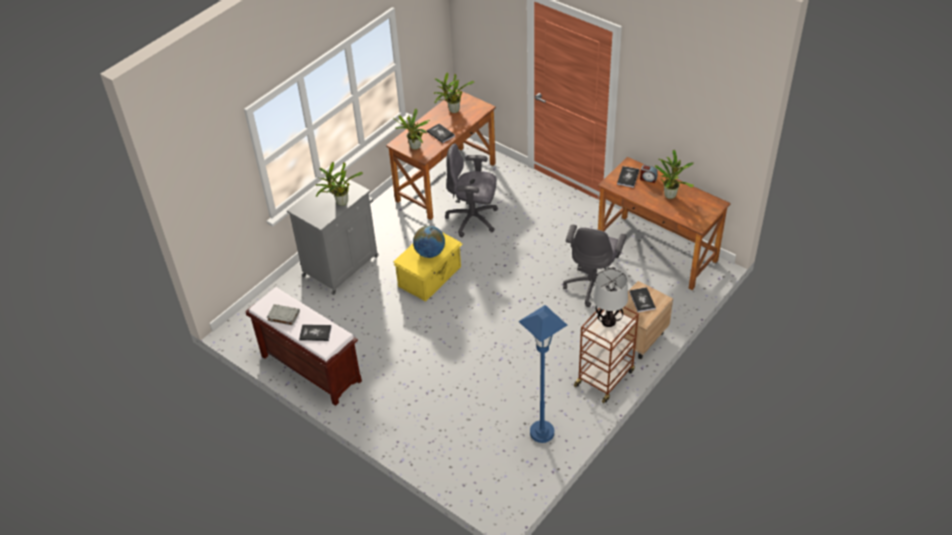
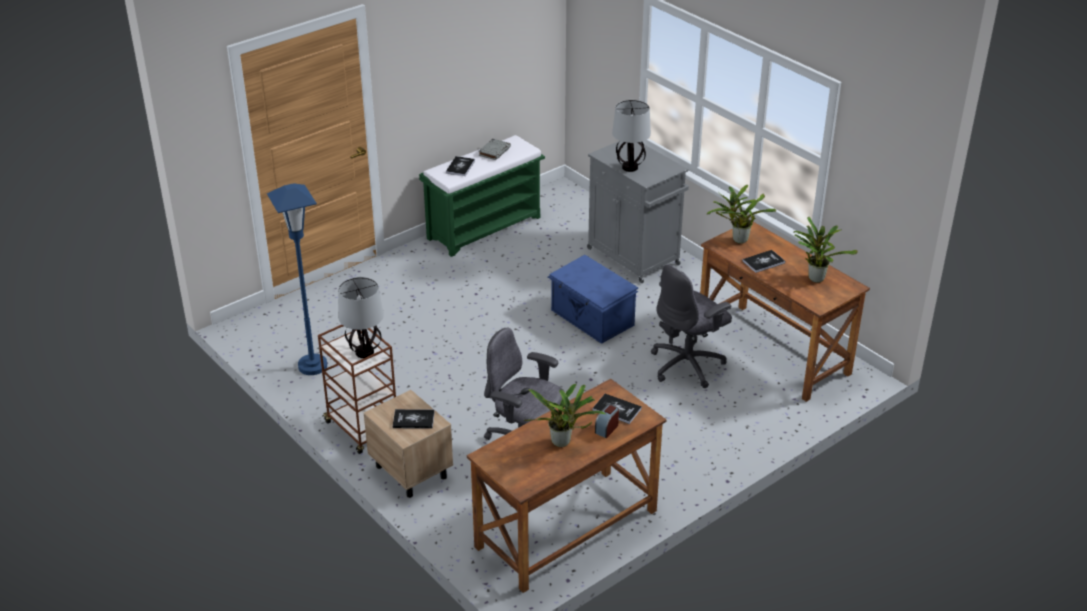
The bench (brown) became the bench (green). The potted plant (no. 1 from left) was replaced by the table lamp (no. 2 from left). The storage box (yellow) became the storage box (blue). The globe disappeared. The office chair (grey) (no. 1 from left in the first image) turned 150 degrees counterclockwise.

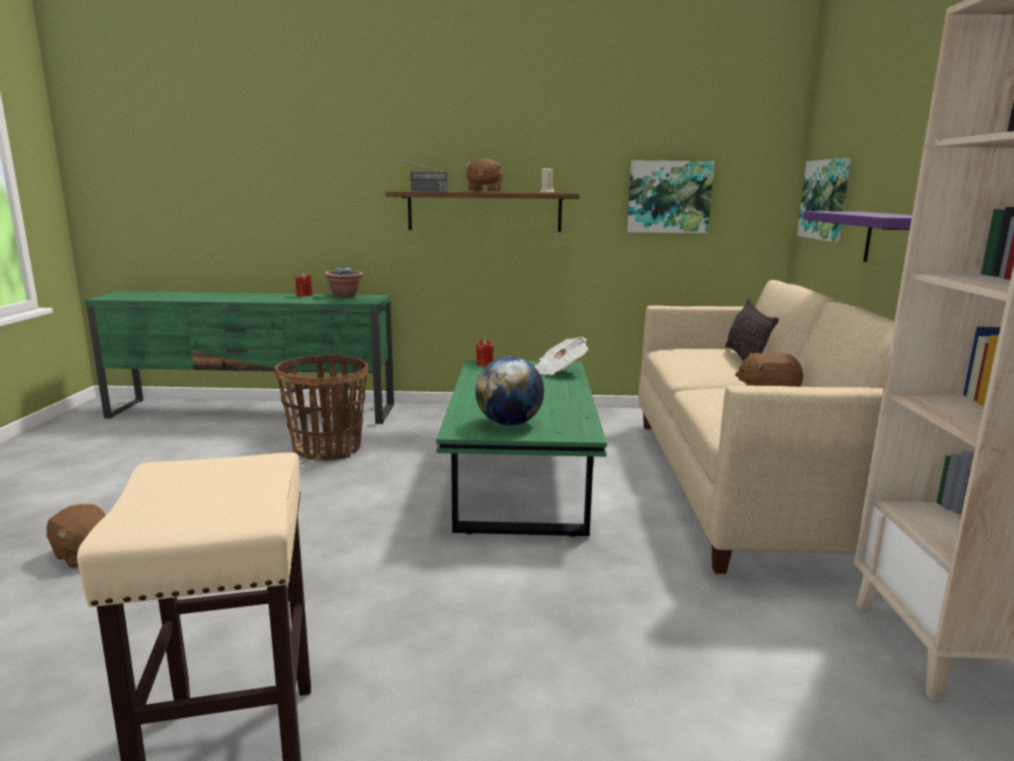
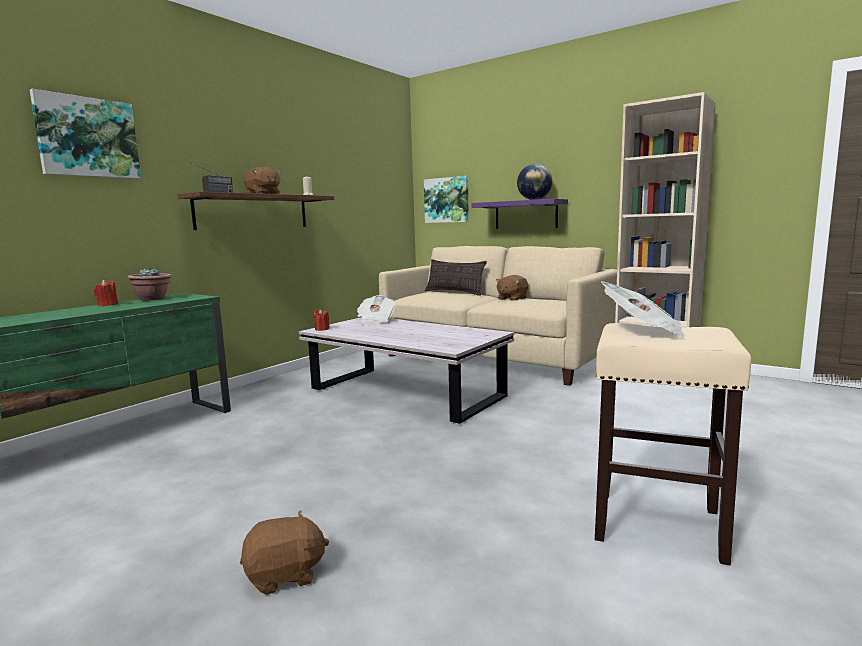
The basket disappeared. The coffee table (green) became the coffee table (white). The globe moved. The picture (no. 1 from left) moved. The newspaper (no. 2 from left) appeared.

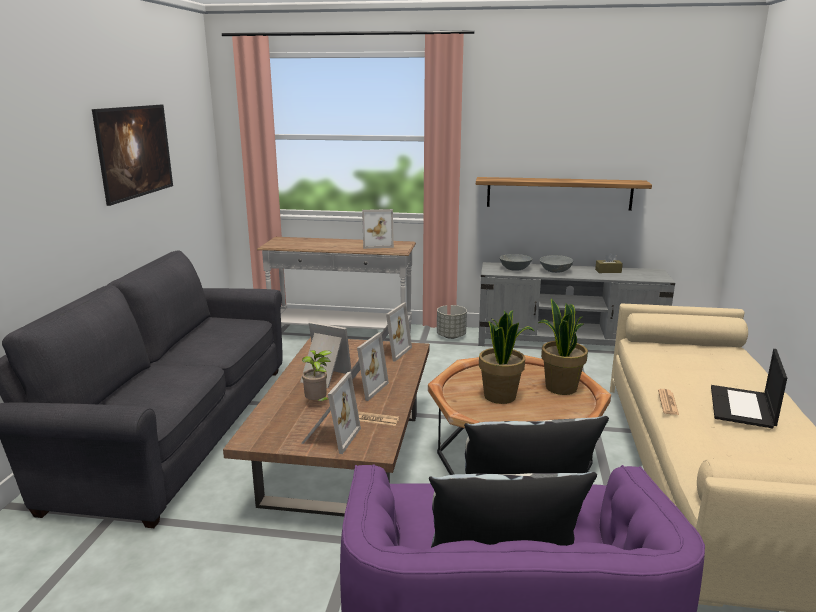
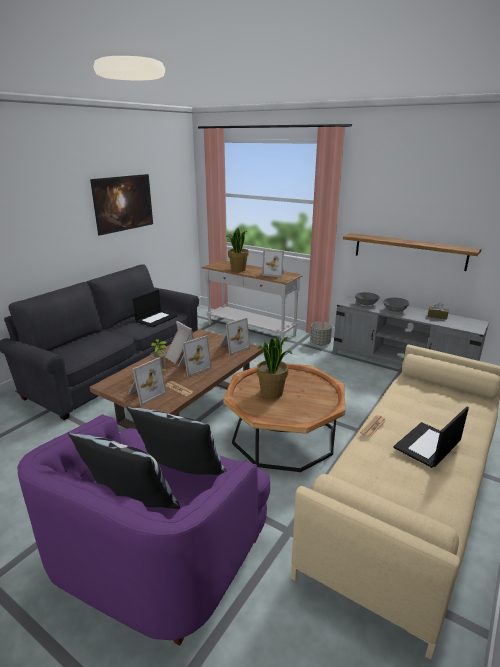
The potted plant (no. 3 from left in the first image) moved. The laptop (no. 1 from left) appeared.

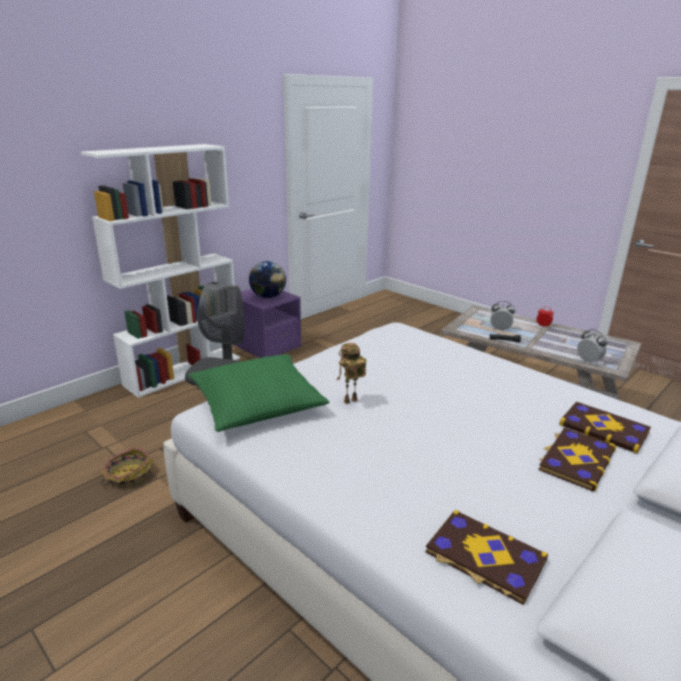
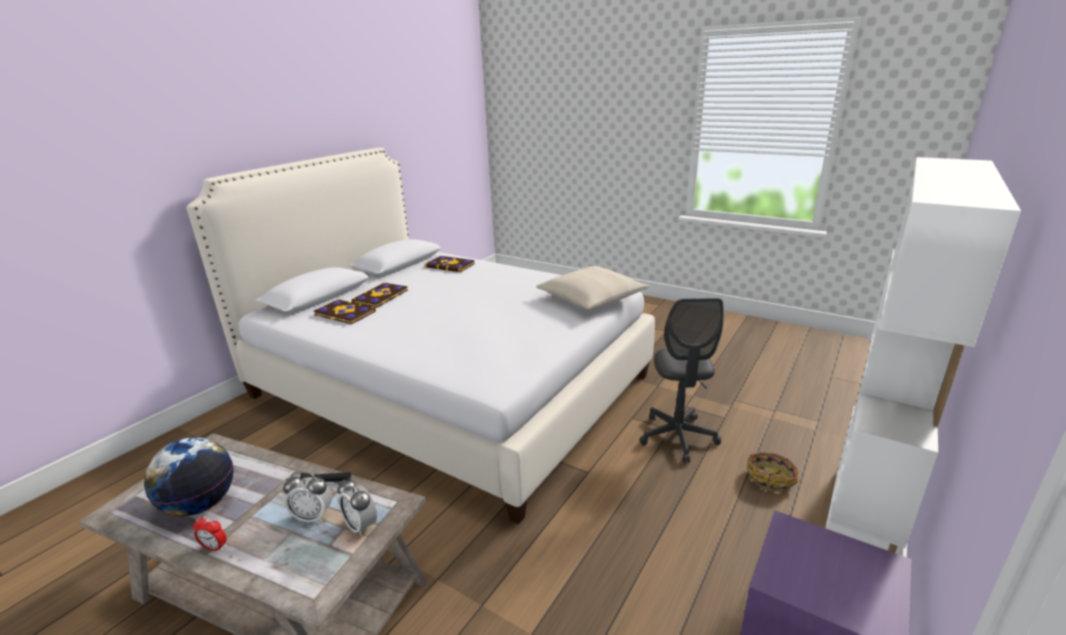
The basket moved. The pillow (green) became the pillow (beige). The globe moved. The toy robot disappeared. The alarm clock (no. 3 from left) moved.

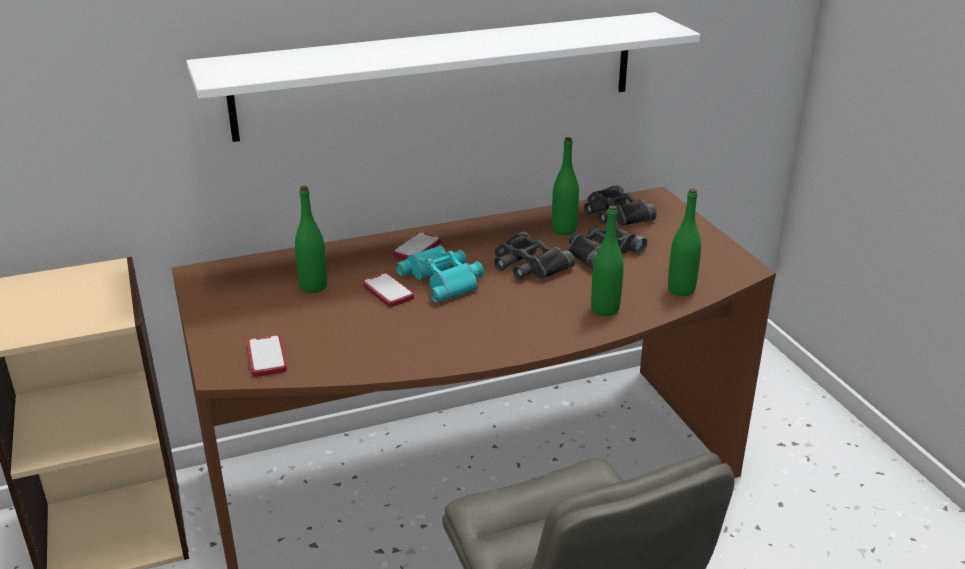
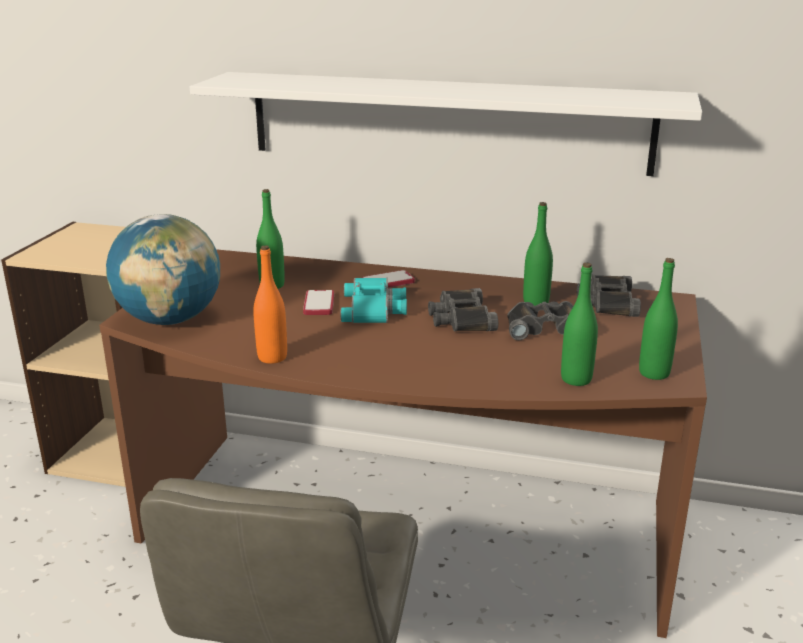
The phone (no. 1 from left) was replaced by the globe. The bottle (green) (no. 3 from left in the first image) moved. The bottle (orange) appeared.

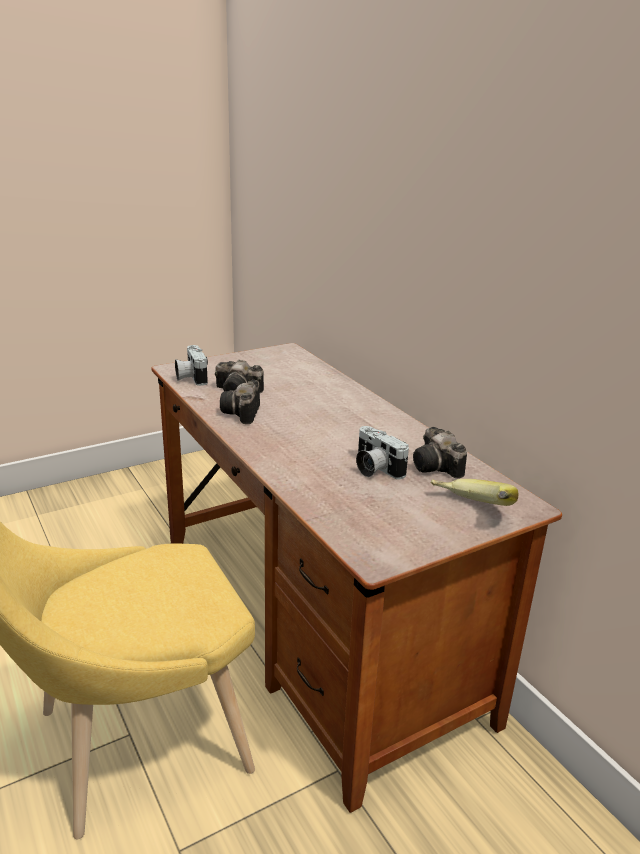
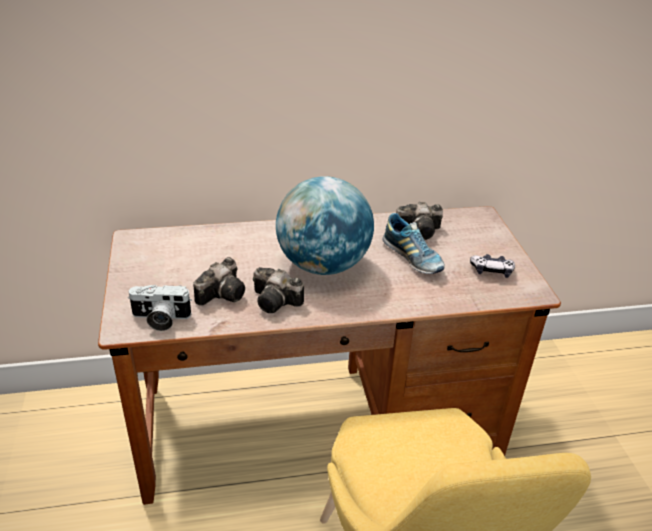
The photo camera (no. 4 from left) was replaced by the shoe. The banana disappeared. The globe appeared. The game controller appeared.

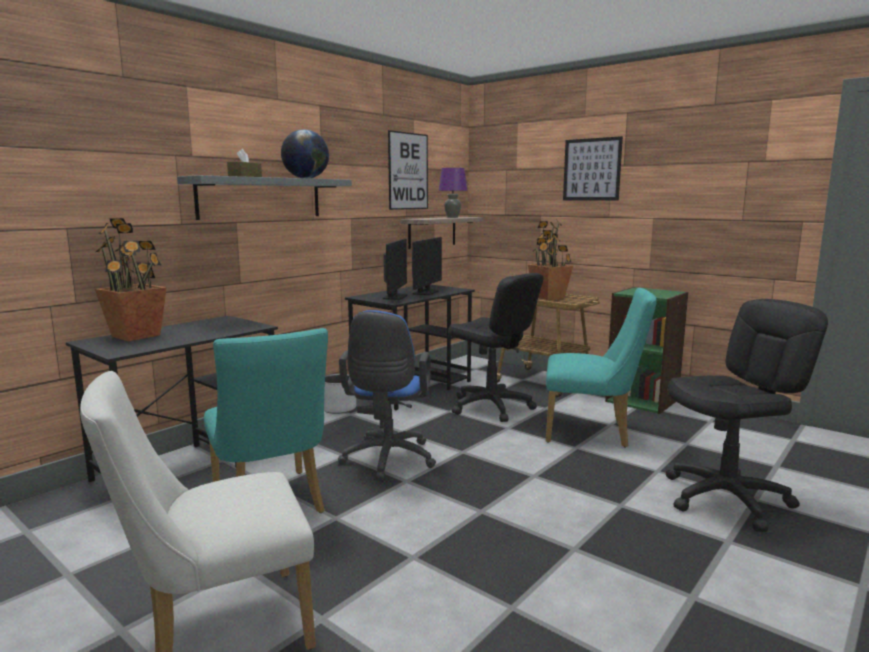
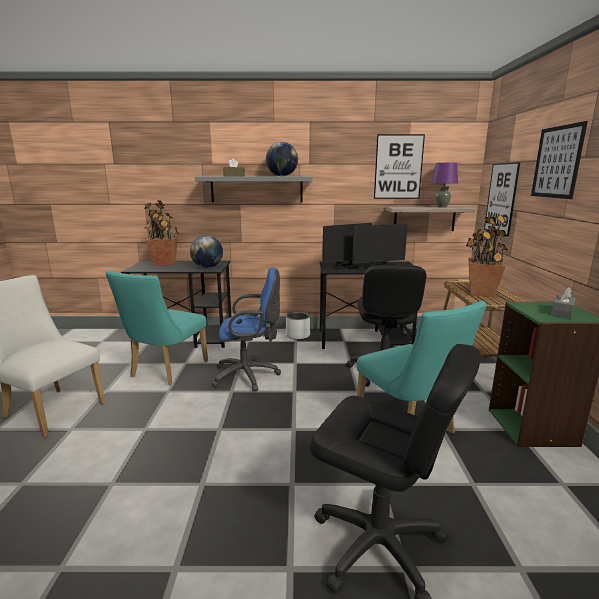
The office chair (blue) turned 150 degrees counterclockwise. The globe (no. 1 from left) appeared. The picture (no. 2 from left) appeared. The tissue box (grey) appeared.

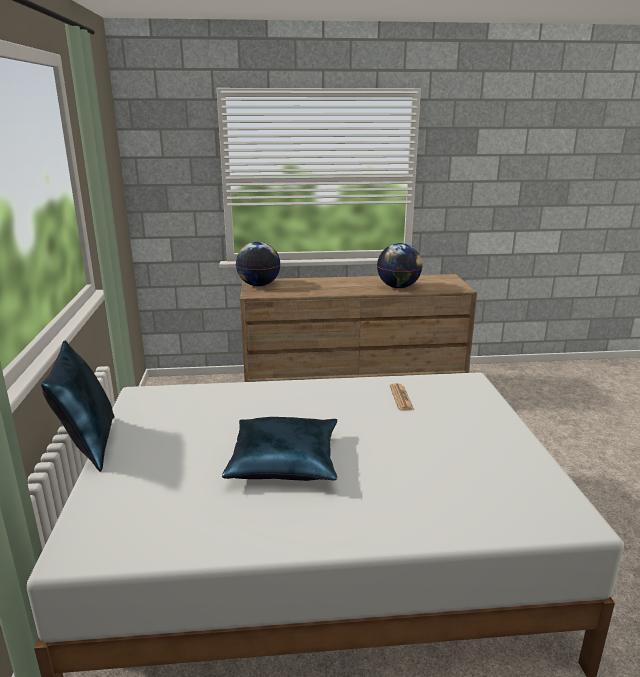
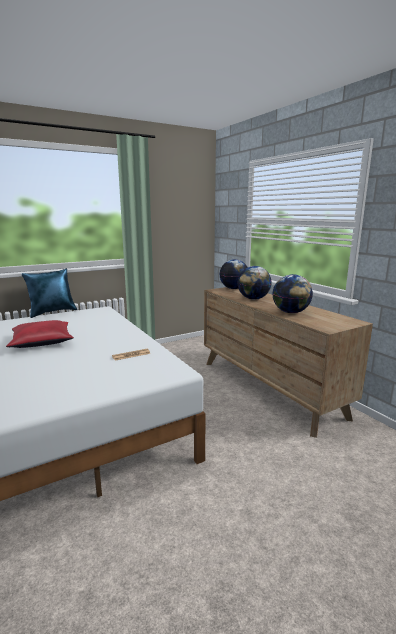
The pillow (blue) (no. 2 from left) became the pillow (red). The globe (no. 2 from left) appeared.

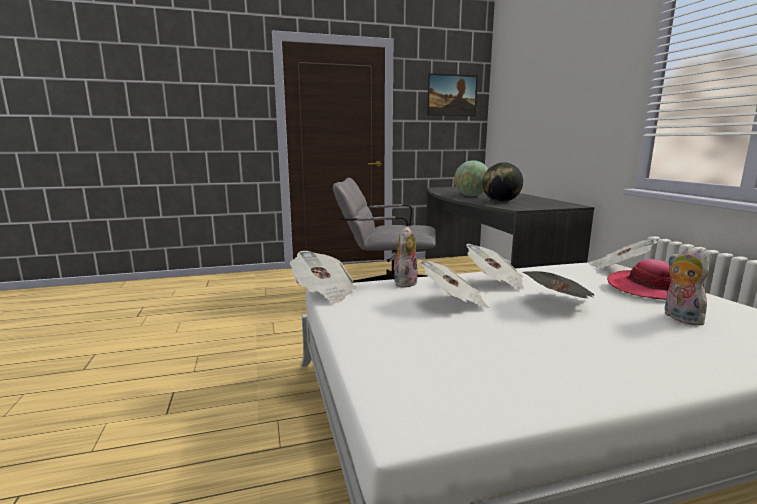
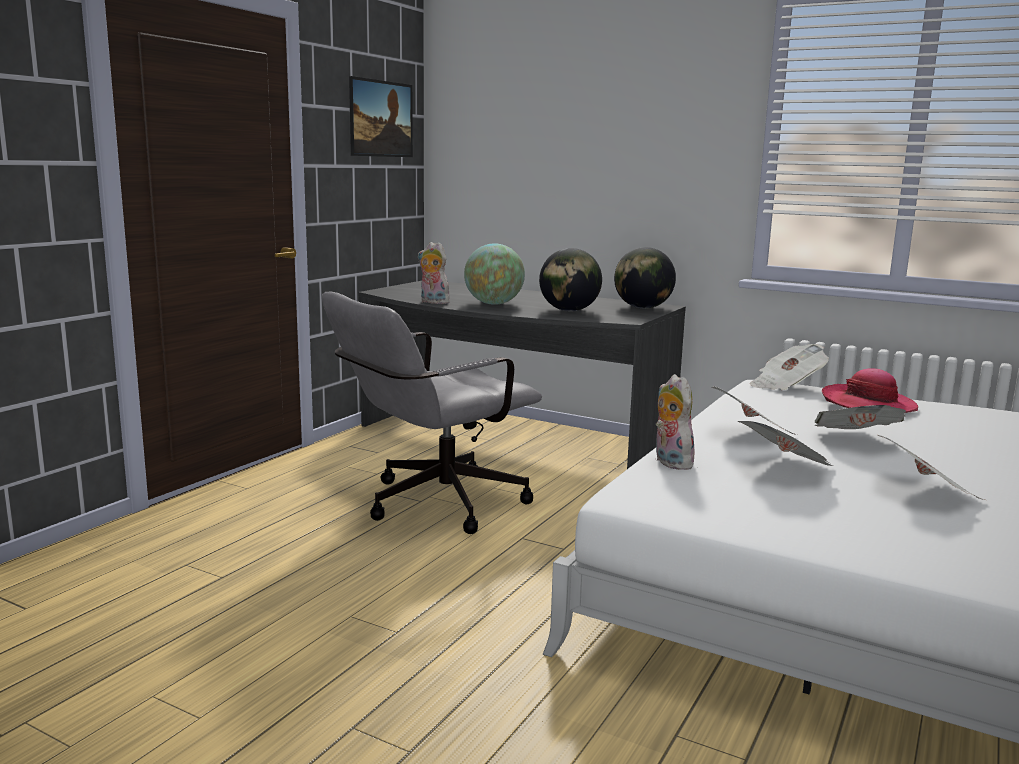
The newspaper (no. 1 from left in the first image) moved. The plush toy (no. 2 from left in the first image) moved. The globe (no. 3 from left) appeared.

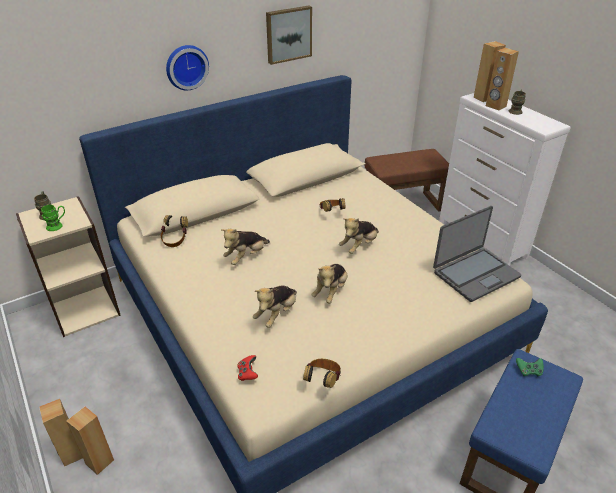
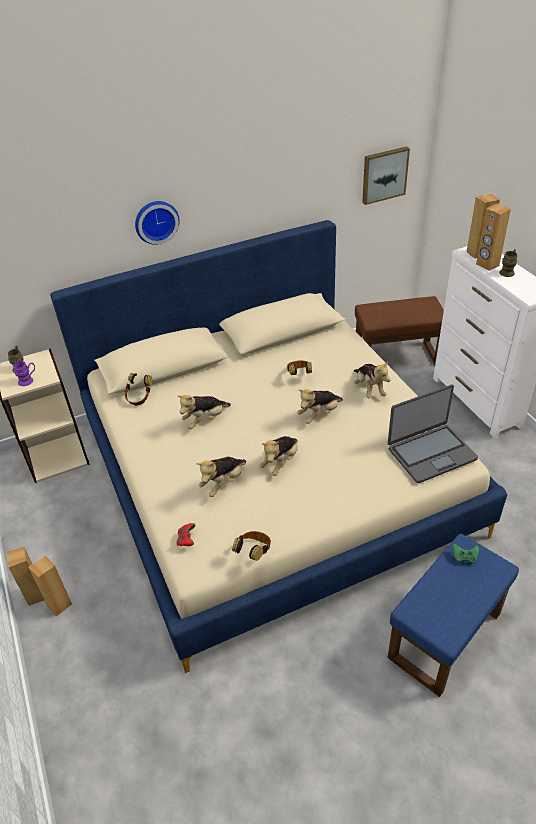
The mug (green) became the mug (purple). The picture moved. The plush toy (no. 5 from left) appeared.

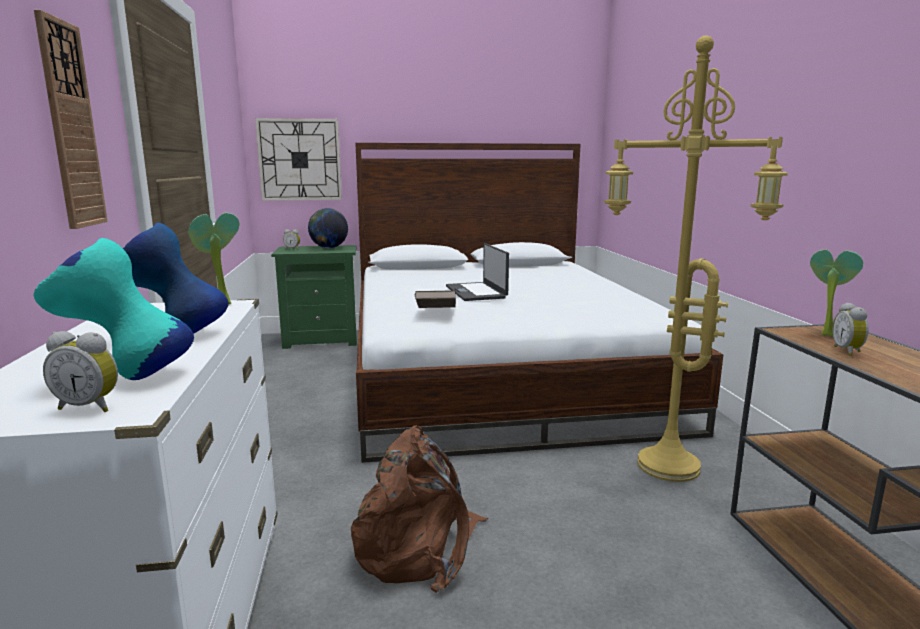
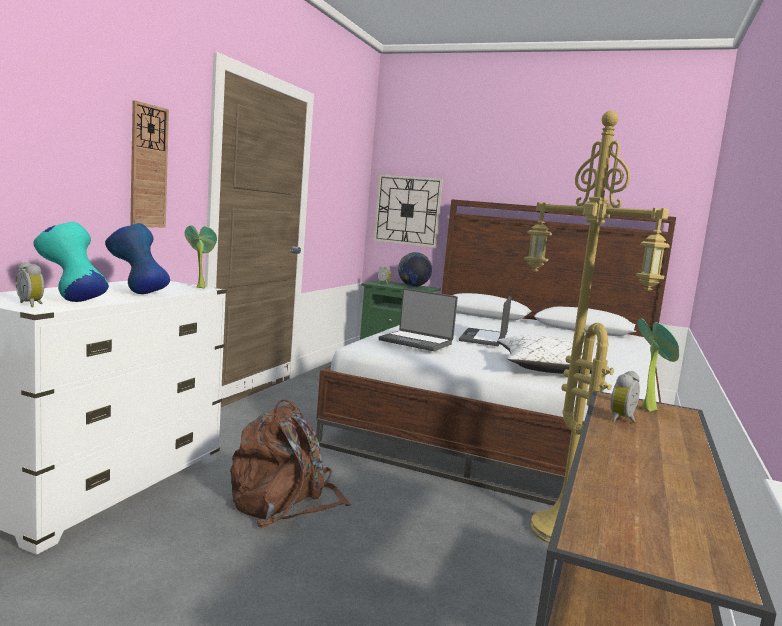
The book (brown) was replaced by the laptop (no. 1 from left). The pillow (white) appeared.

